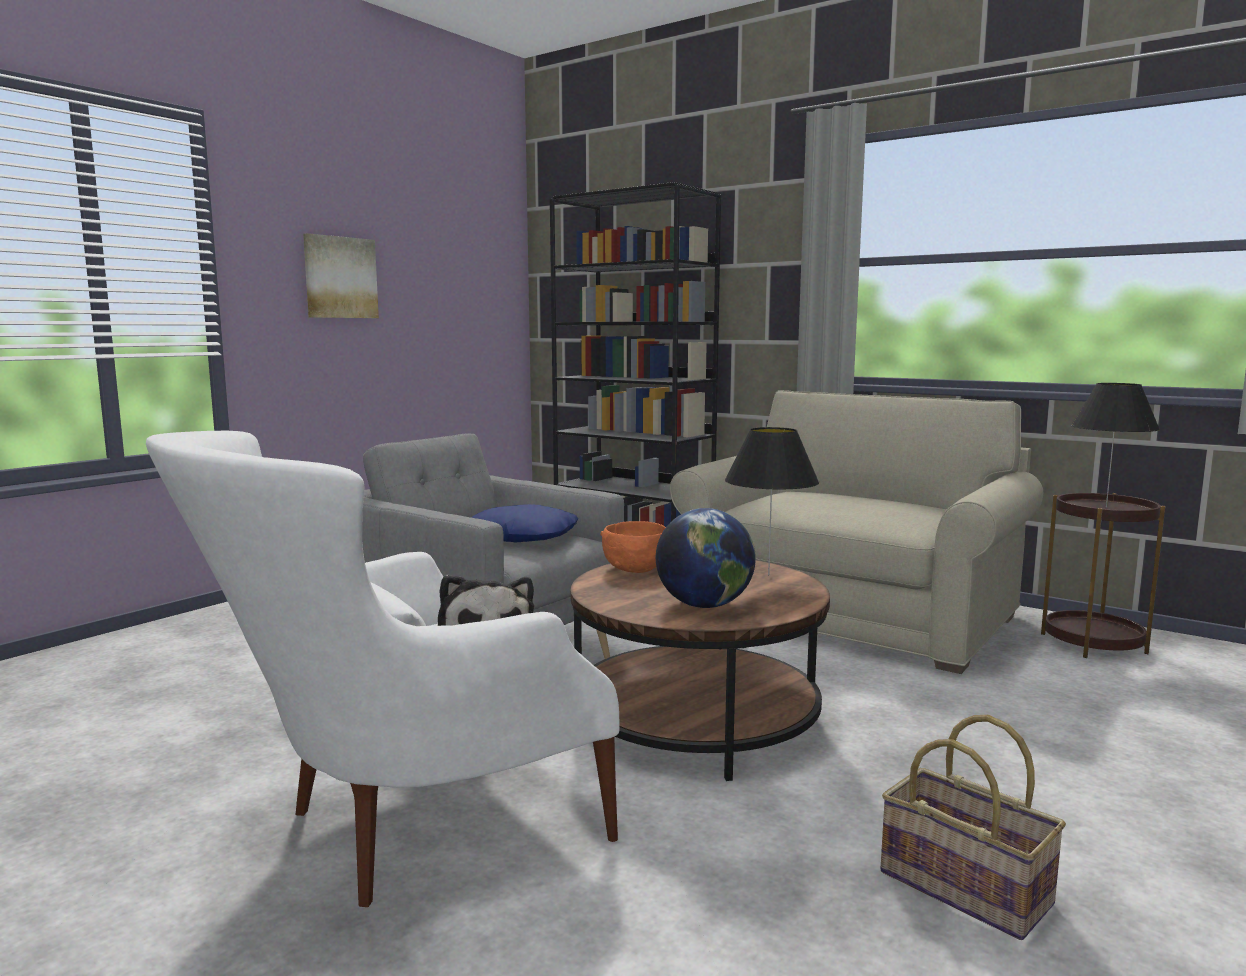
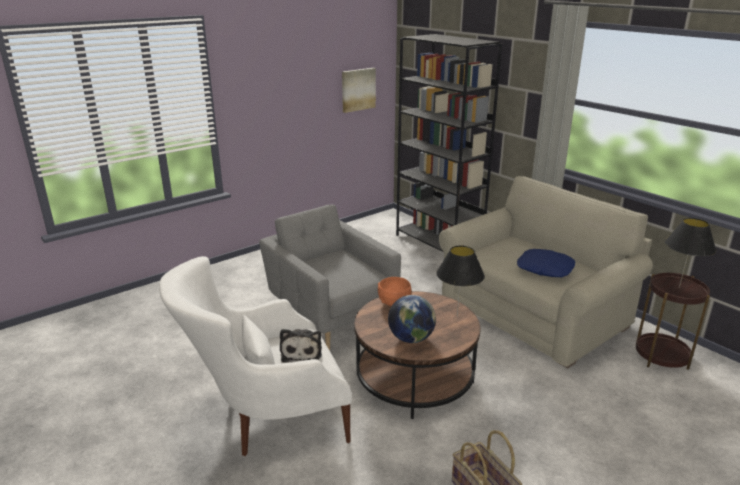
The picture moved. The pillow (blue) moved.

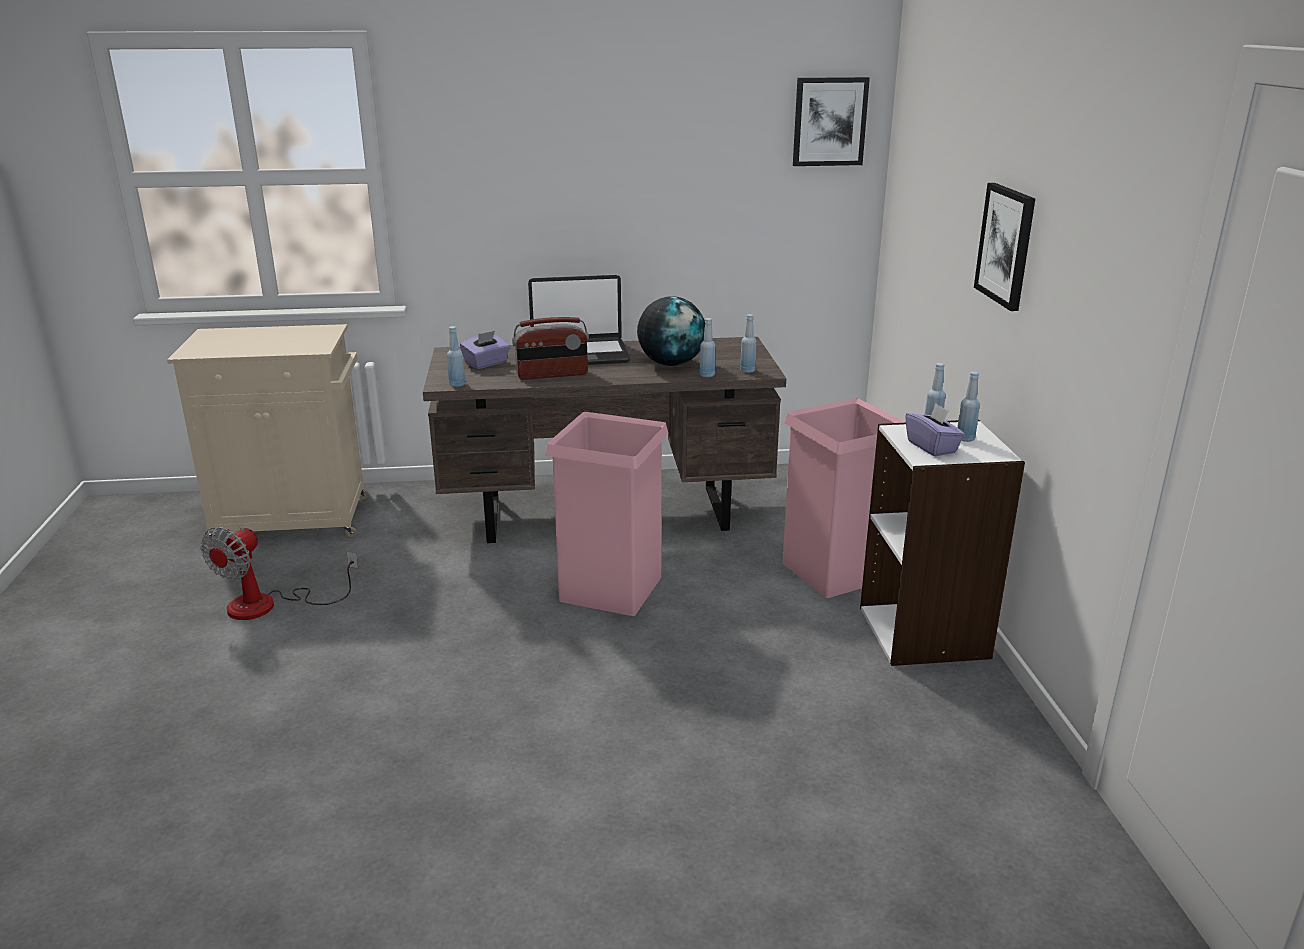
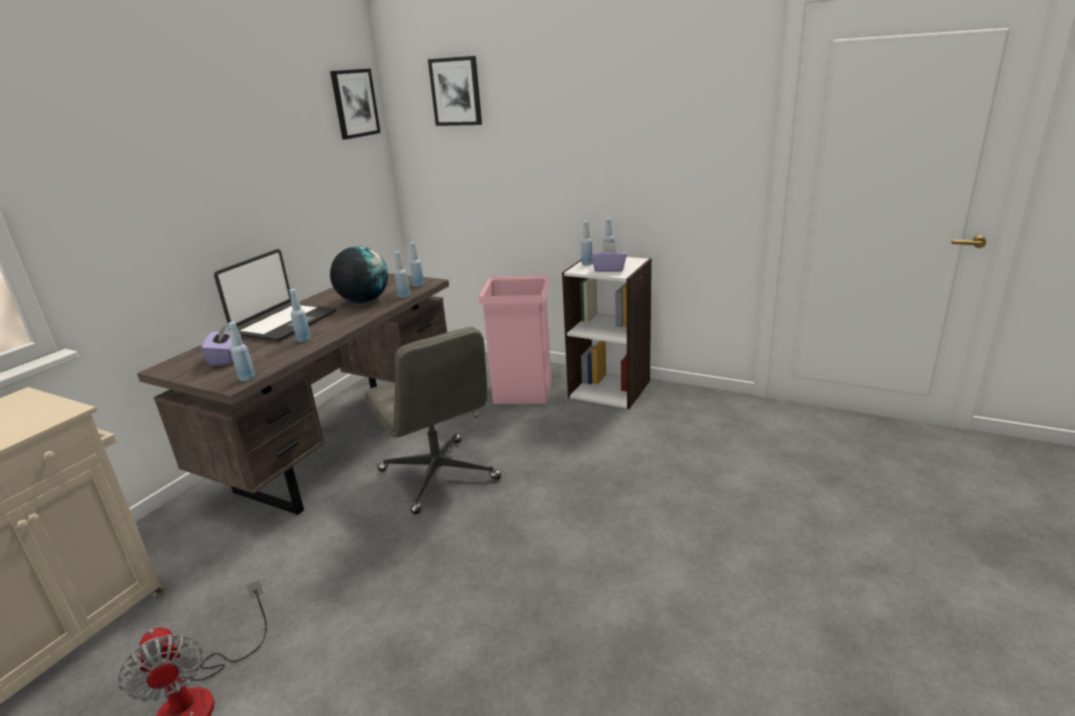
The radio was replaced by the bottle (blue) (no. 2 from left). The trash can (pink) (no. 1 from left) was replaced by the office chair (grey). The picture (no. 2 from left) moved.

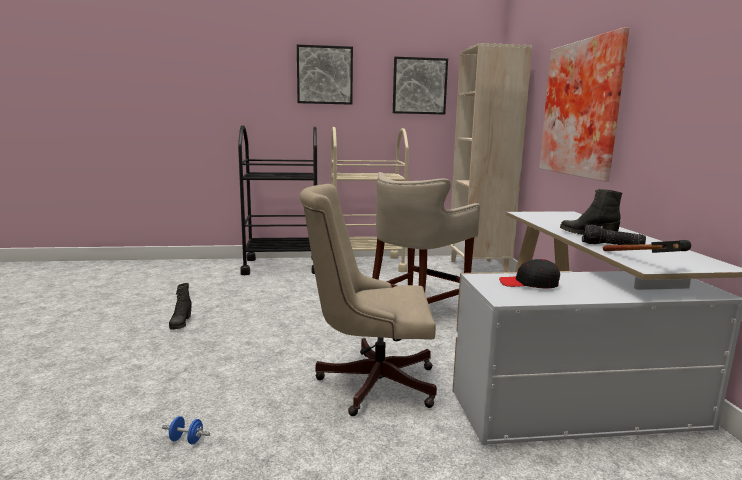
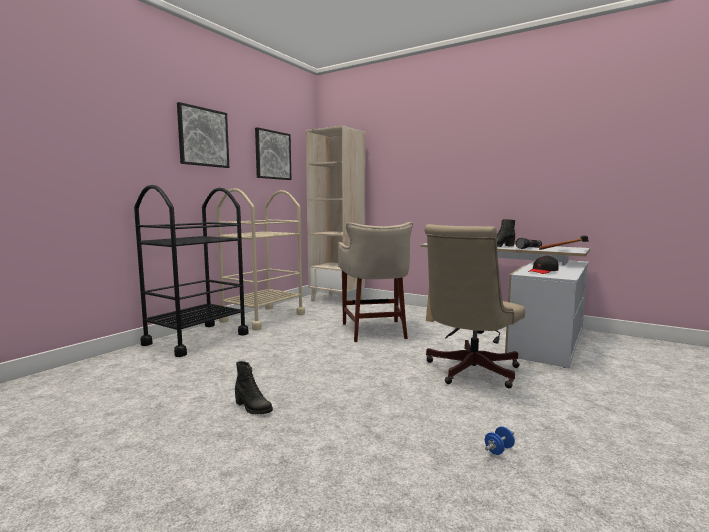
The picture (no. 3 from left) disappeared.

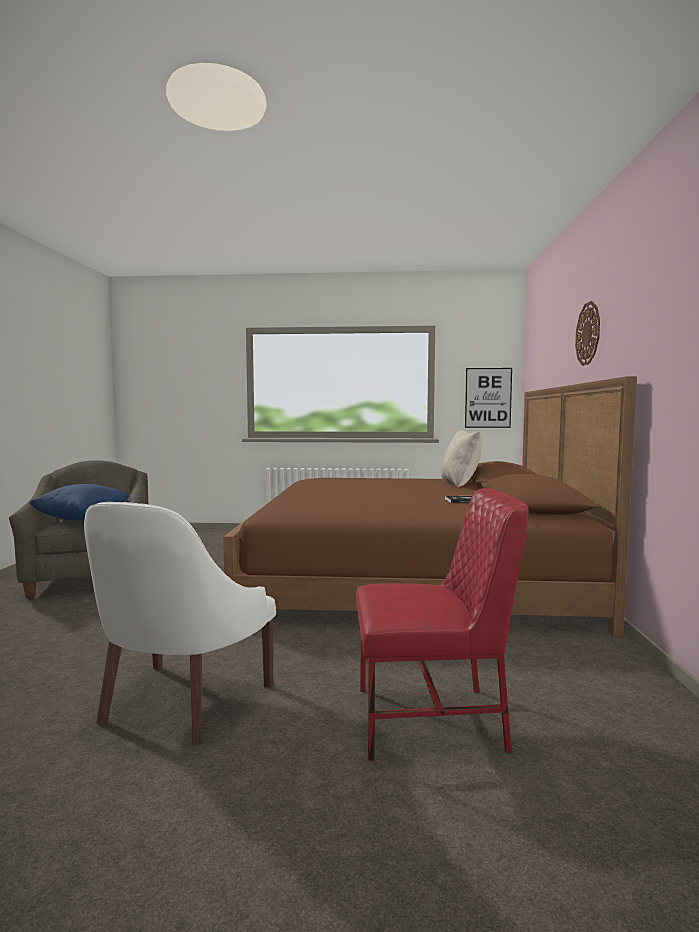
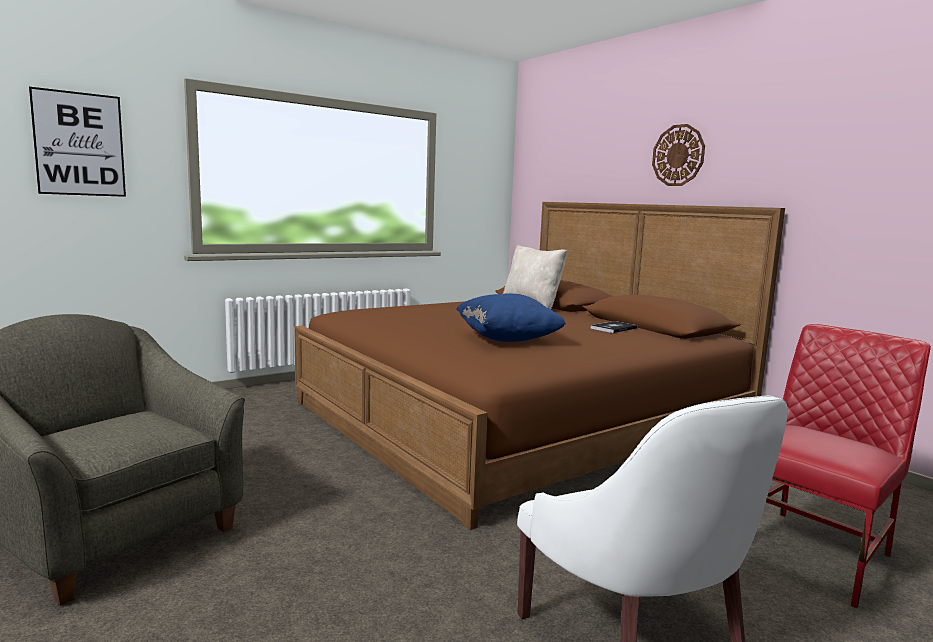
The pillow (blue) moved. The picture moved.

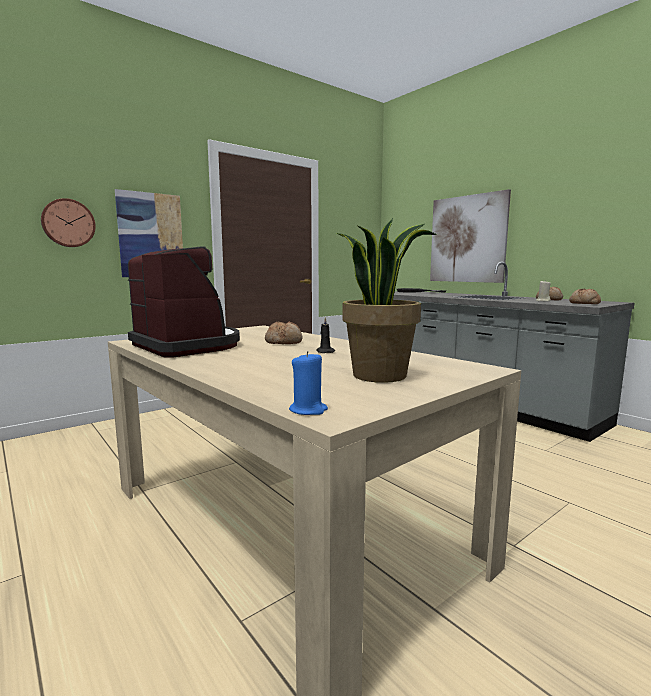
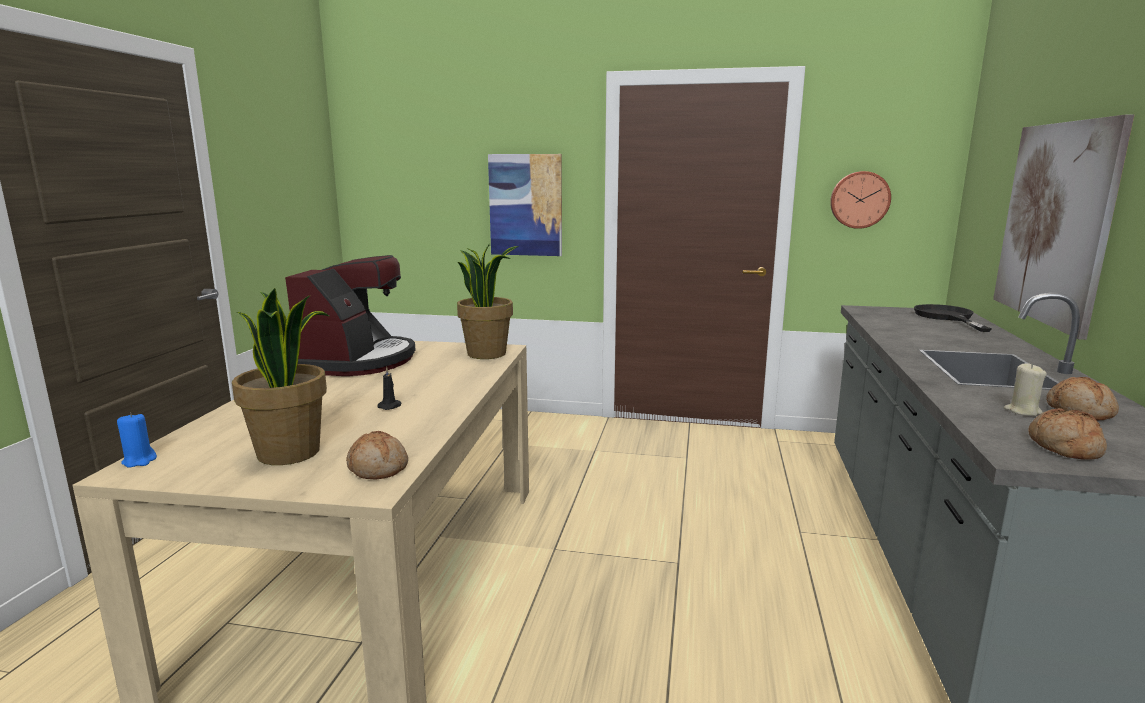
The wall clock moved. The bread (no. 1 from left) moved. The potted plant (no. 2 from left) appeared.

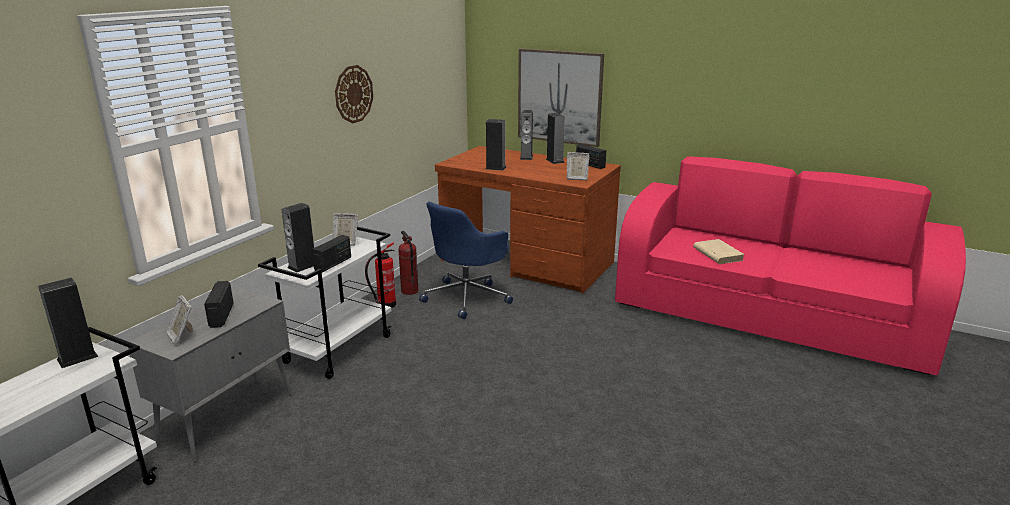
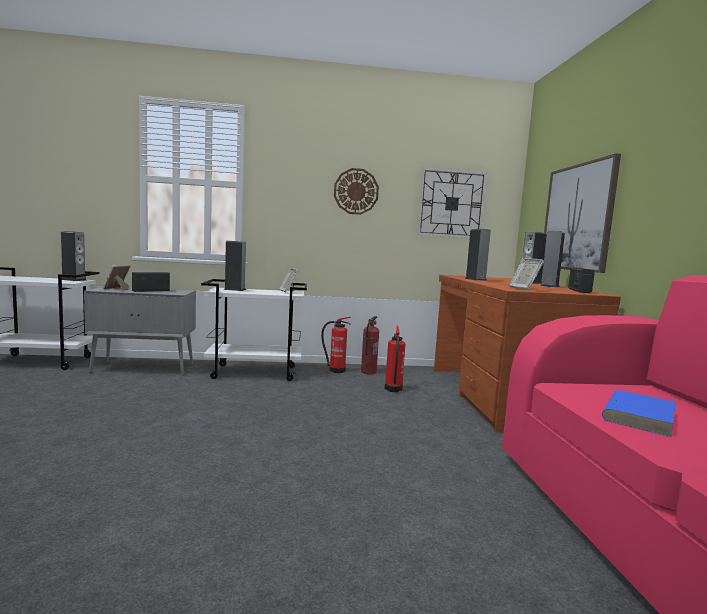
The radio (no. 2 from left) disappeared. The office chair (blue) was replaced by the fire extinguisher (no. 3 from left). The book (beige) became the book (blue). The wall clock (no. 2 from left) appeared.

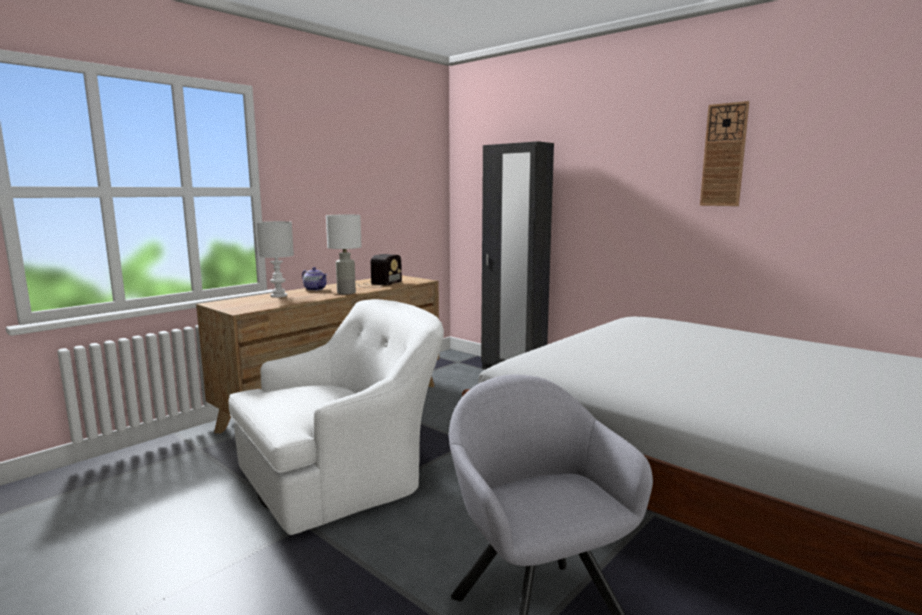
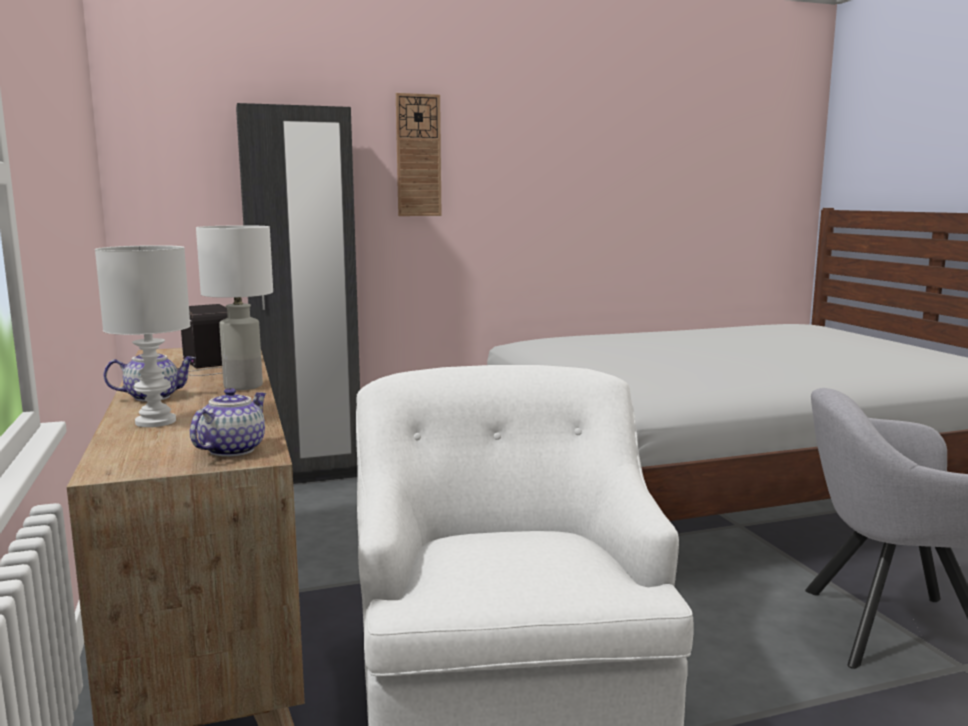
The wall clock moved. The teapot (no. 2 from left) appeared.

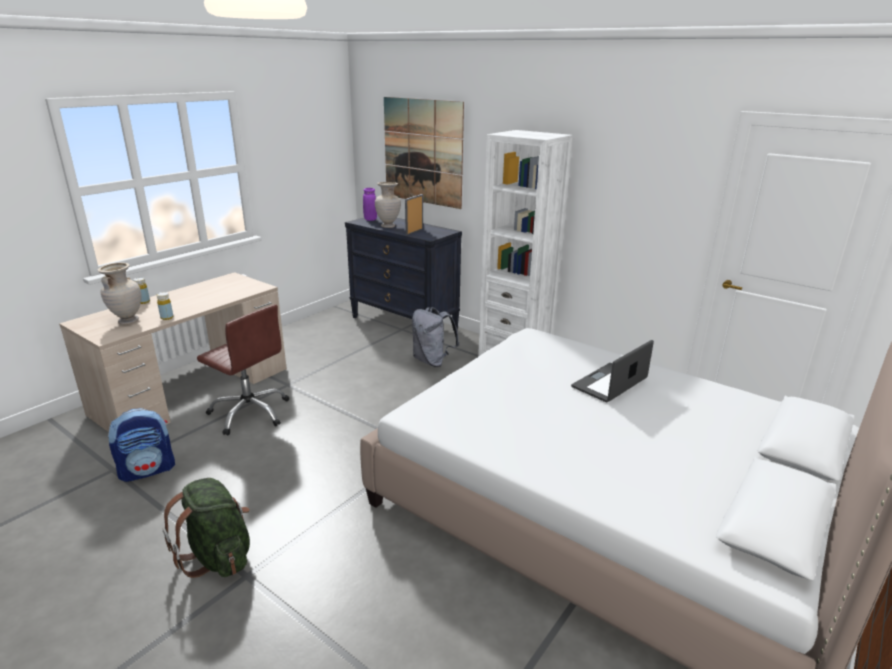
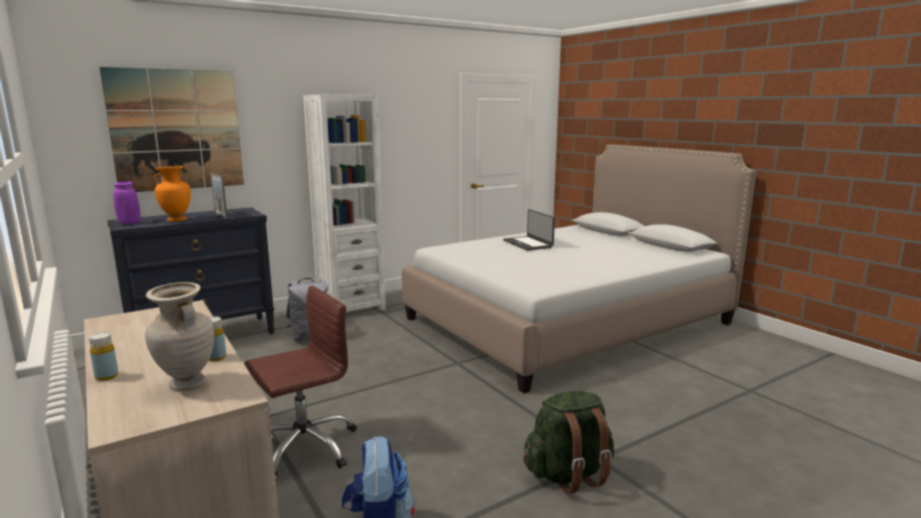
The vase (beige) (no. 2 from left) became the vase (orange).

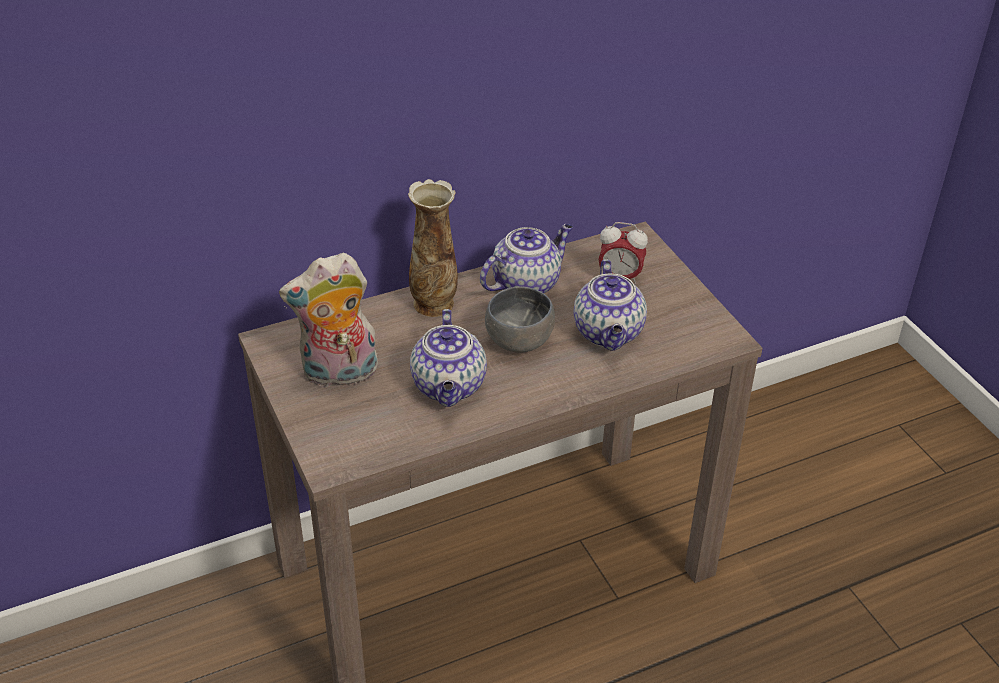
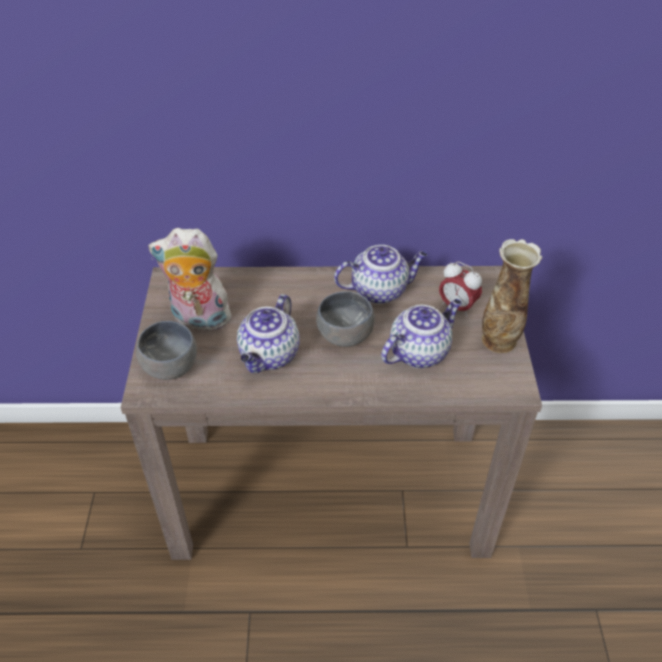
The vase moved. The teapot (no. 3 from left) turned 150 degrees counterclockwise. The bowl (grey) (no. 1 from left) appeared.

